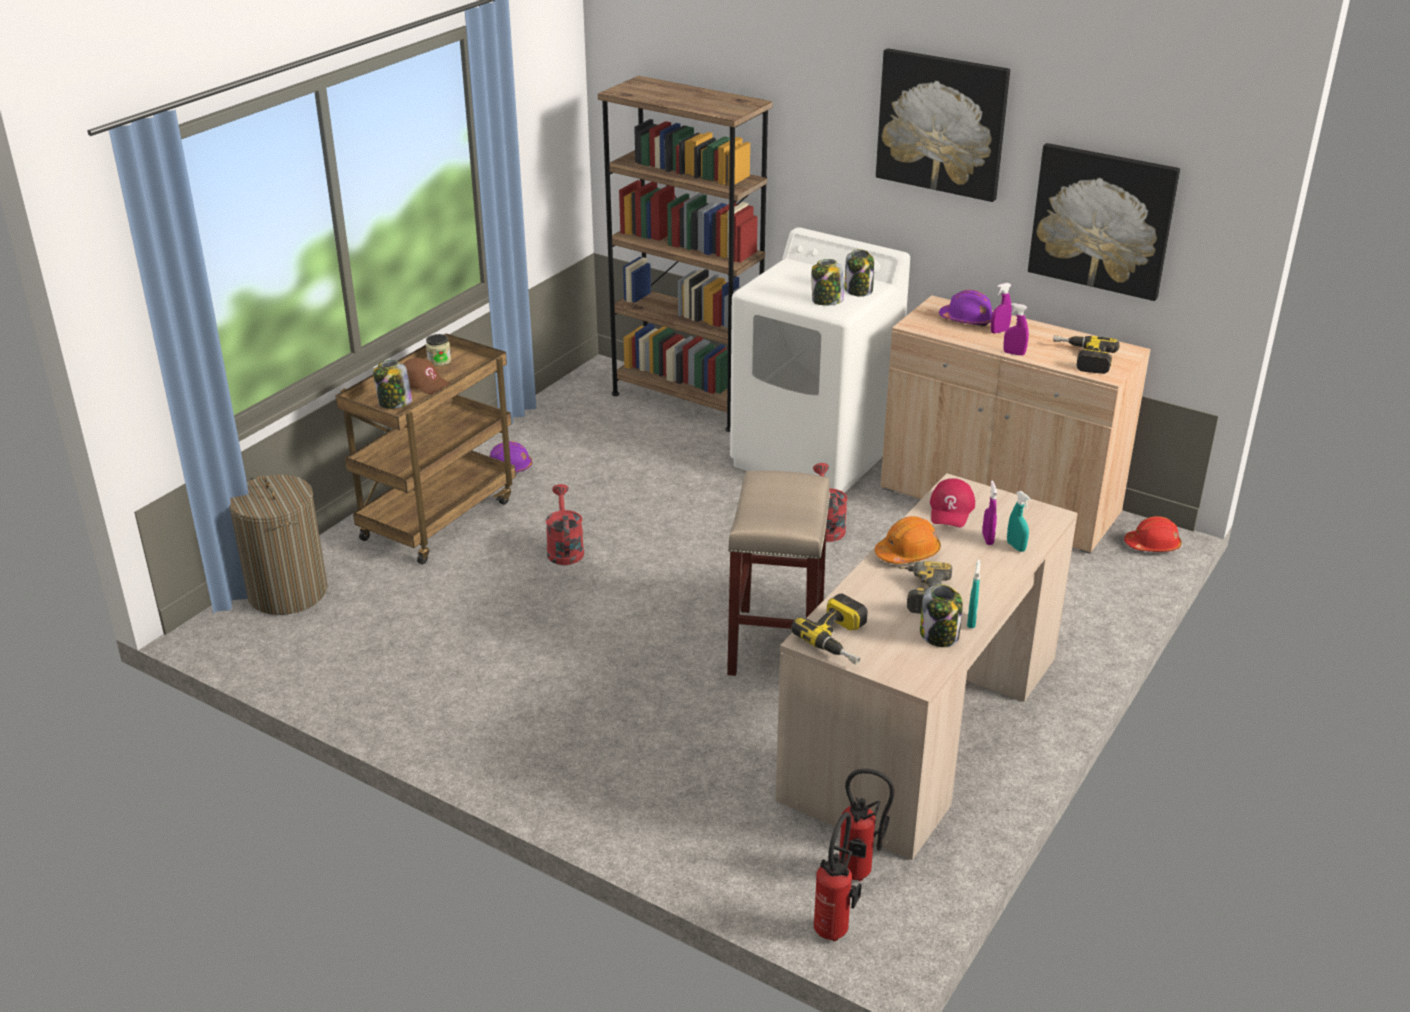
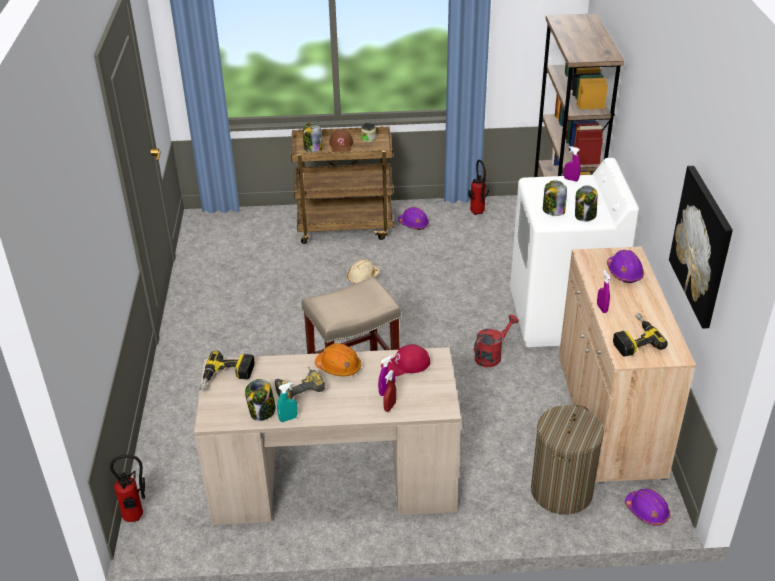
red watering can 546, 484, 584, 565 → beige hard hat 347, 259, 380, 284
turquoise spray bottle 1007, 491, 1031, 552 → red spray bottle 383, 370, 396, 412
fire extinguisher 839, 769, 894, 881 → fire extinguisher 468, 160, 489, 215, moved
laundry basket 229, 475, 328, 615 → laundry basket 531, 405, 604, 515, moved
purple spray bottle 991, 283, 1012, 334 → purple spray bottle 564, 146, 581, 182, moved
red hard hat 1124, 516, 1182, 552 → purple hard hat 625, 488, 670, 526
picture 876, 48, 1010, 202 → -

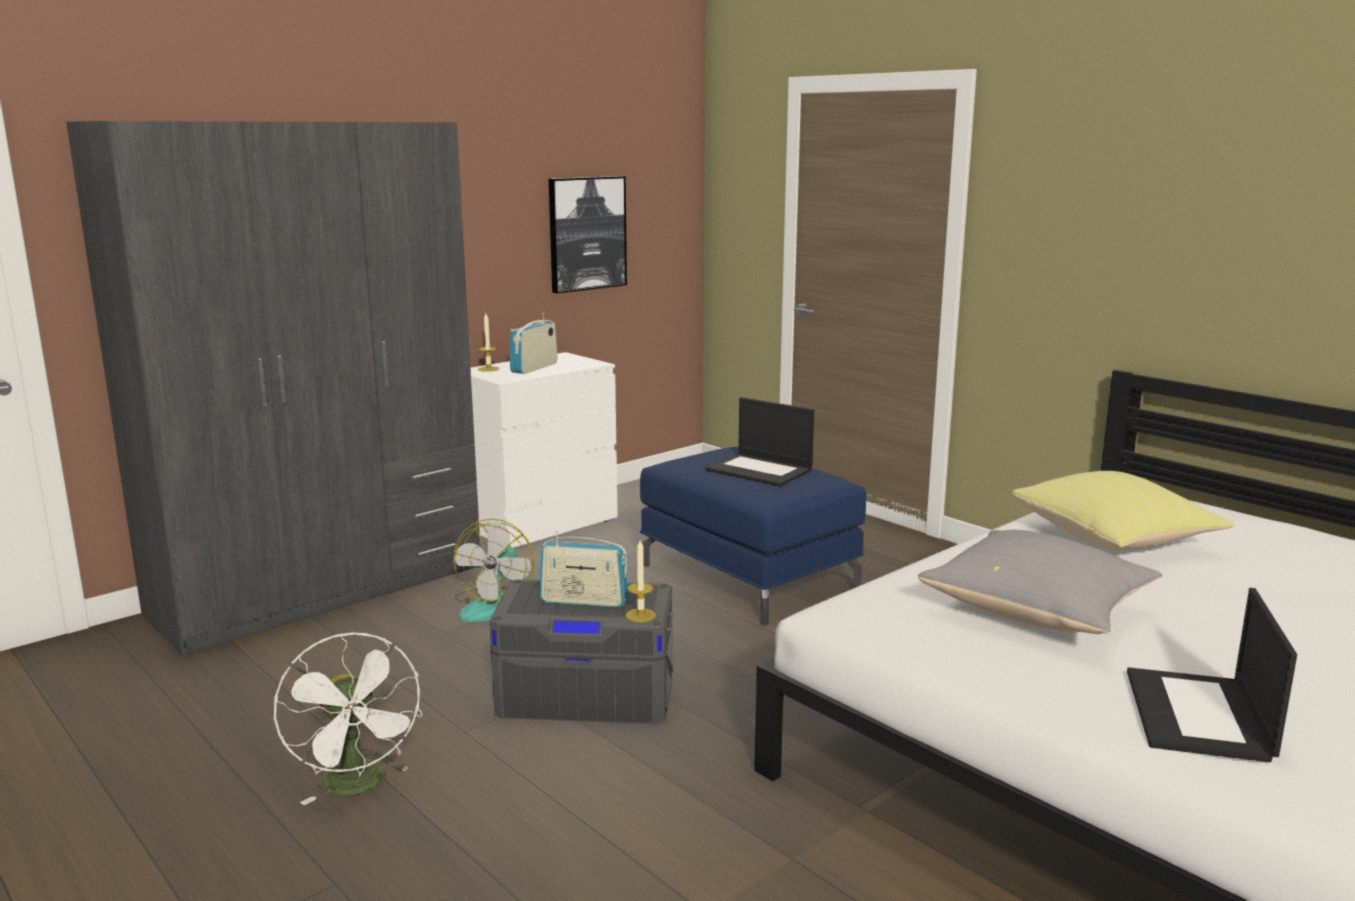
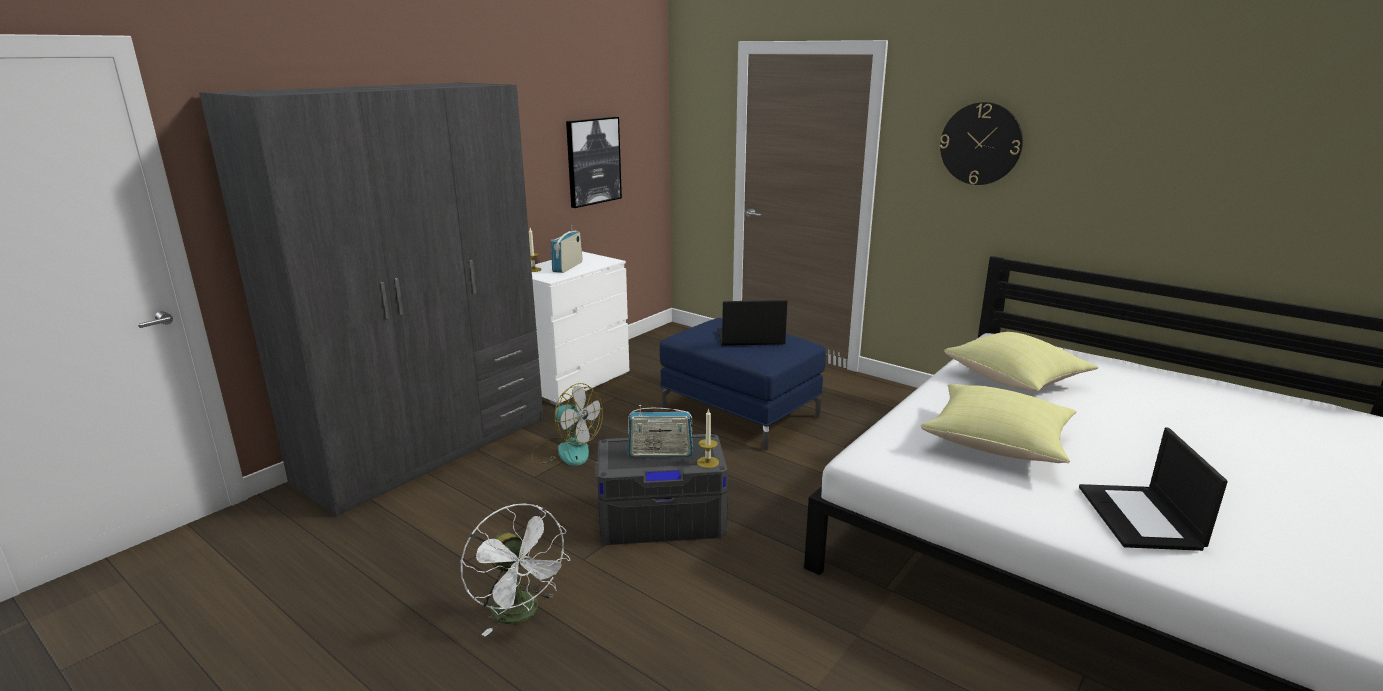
fan 453, 519, 534, 622 → fan 531, 383, 603, 466, 60 degrees counterclockwise
laptop 705, 397, 814, 487 → laptop 717, 300, 788, 346, 150 degrees clockwise
grey pillow 918, 530, 1163, 634 → yellow pillow 920, 384, 1077, 463
- → wall clock 940, 102, 1023, 185

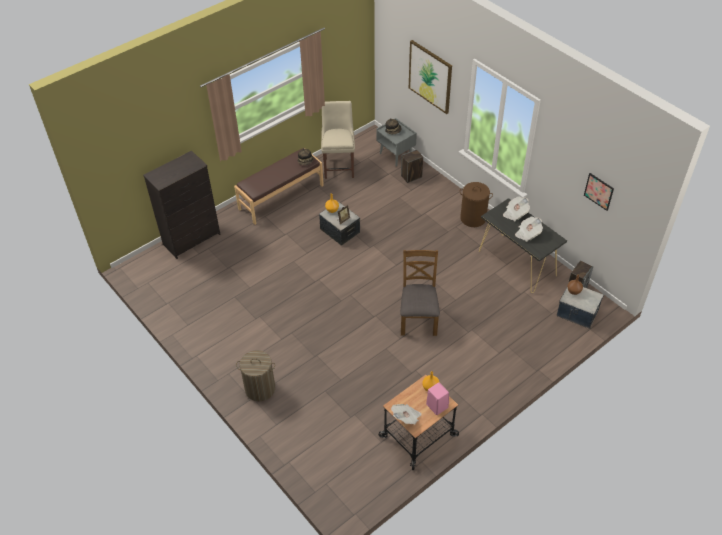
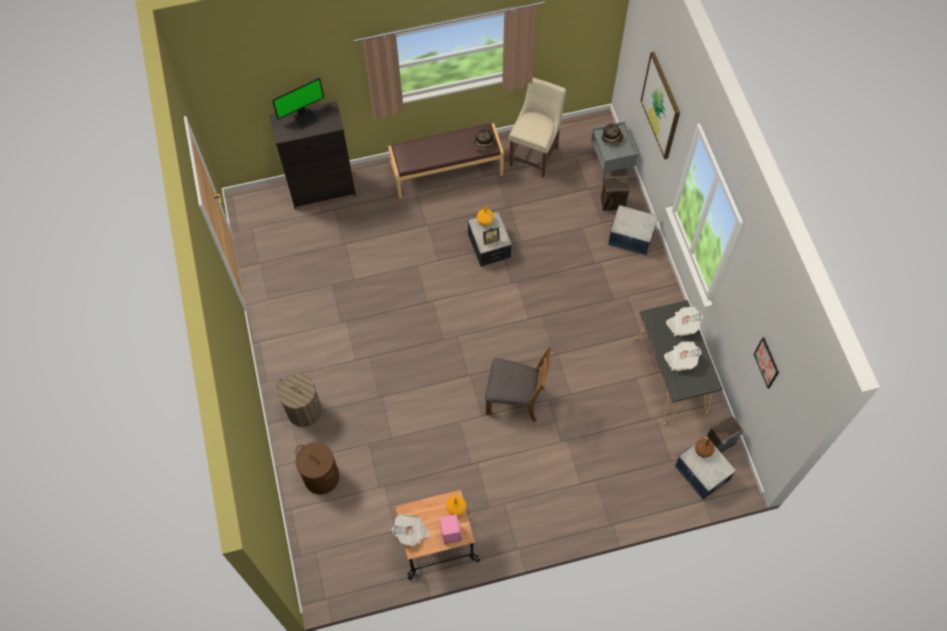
- → monitor 272, 78, 324, 129
brown laundry basket 460, 182, 493, 227 → brown laundry basket 295, 442, 340, 494, moved
brown chair 400, 250, 440, 336 → brown chair 485, 347, 552, 422, 75 degrees clockwise
- → storage box 608, 205, 658, 255

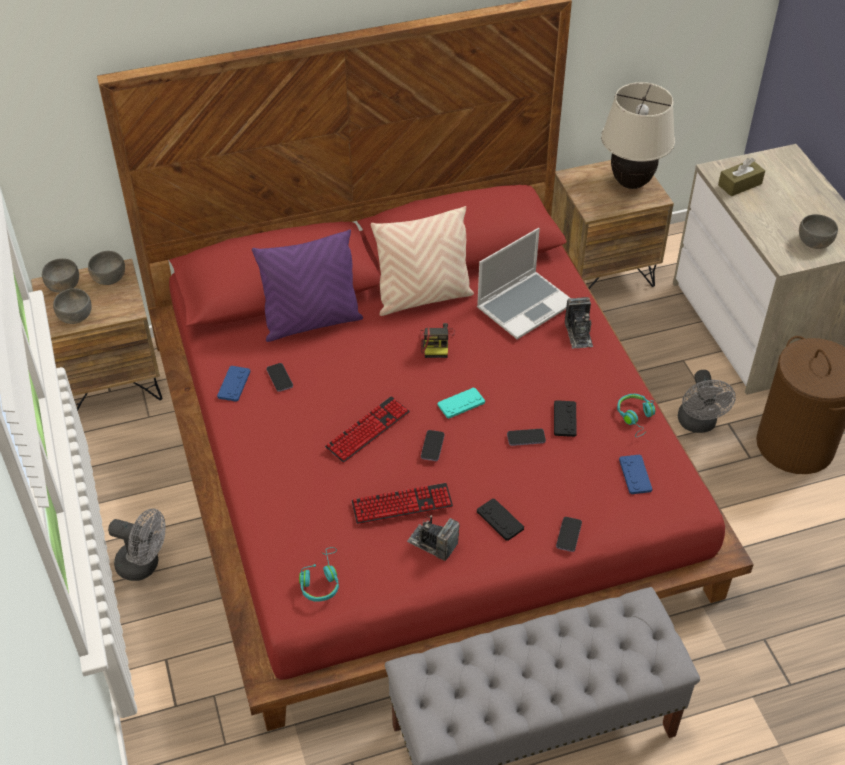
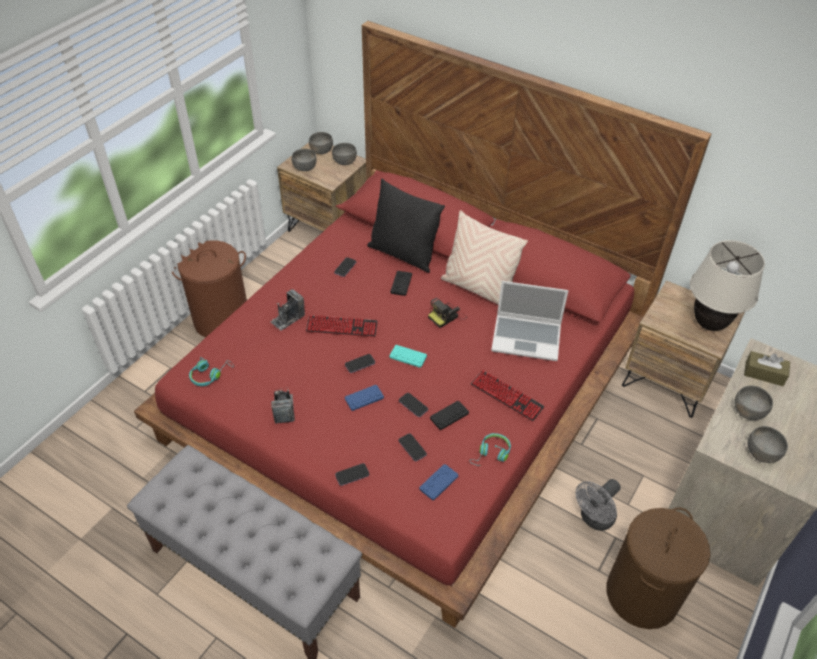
grey fan 108, 509, 165, 581 → brown laundry basket 172, 240, 247, 338
photo camera 565, 297, 593, 349 → photo camera 271, 289, 305, 330, moved
blue game controller 217, 366, 251, 402 → blue game controller 345, 385, 384, 411, moved
purple pillow 252, 229, 363, 342 → black pillow 367, 179, 445, 273
black game controller 477, 499, 524, 541 → black game controller 390, 271, 412, 296, moved
- → phone 399, 433, 427, 461
keyboard 351, 483, 453, 524 → keyboard 471, 370, 545, 422, moved
- → grey bowl 734, 385, 773, 420

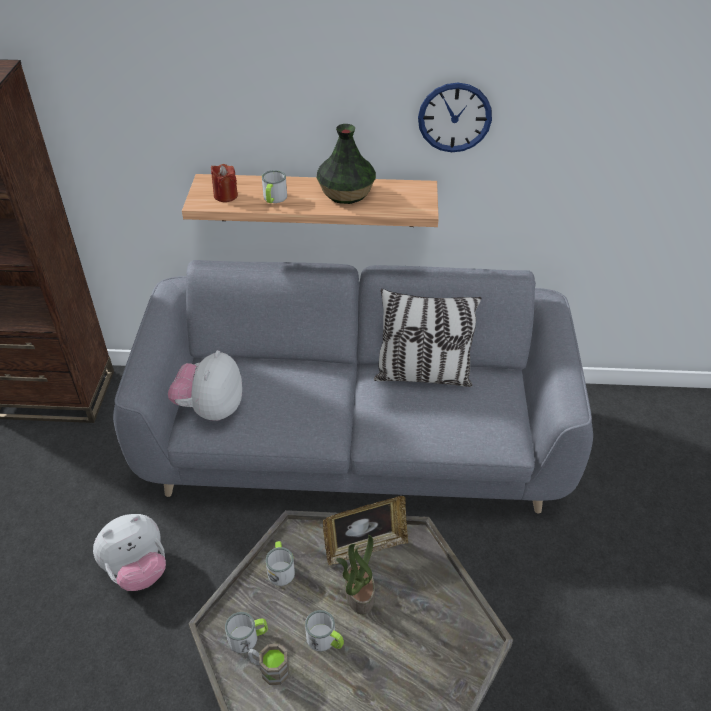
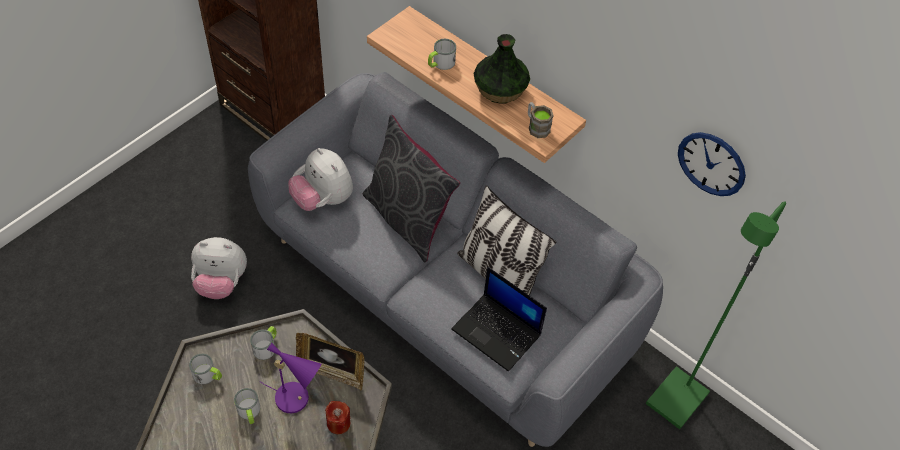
potted plant 336, 535, 375, 615 → purple table lamp 260, 343, 321, 413
plush toy 168, 350, 242, 421 → plush toy 288, 148, 353, 211, 90 degrees counterclockwise
red candle 211, 164, 238, 202 → red candle 325, 401, 350, 434, moved
- → grey pillow 363, 115, 460, 262
- → laptop 451, 267, 547, 372
brown mug 248, 644, 289, 685 → brown mug 528, 102, 554, 138, moved
- → green floor lamp 646, 201, 786, 429
wall clock 418, 83, 492, 152 → wall clock 678, 132, 746, 196, moved

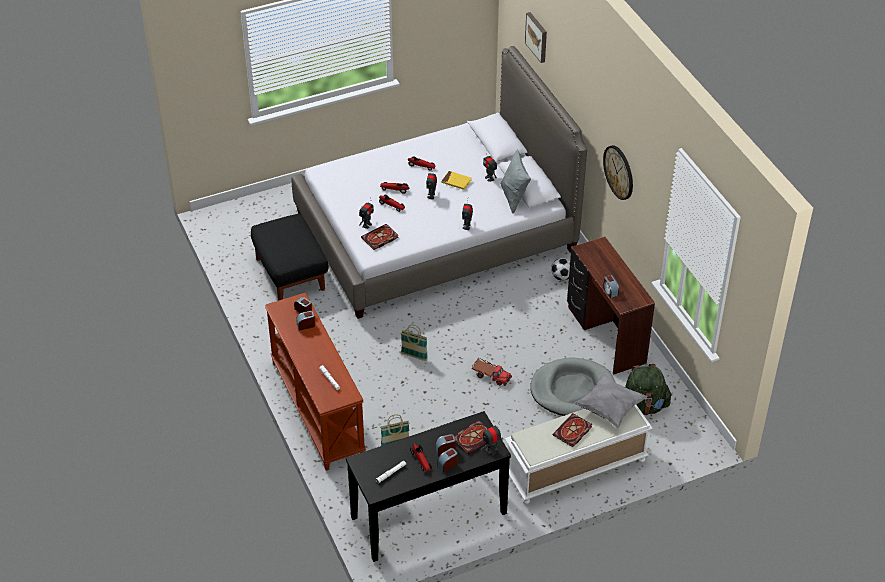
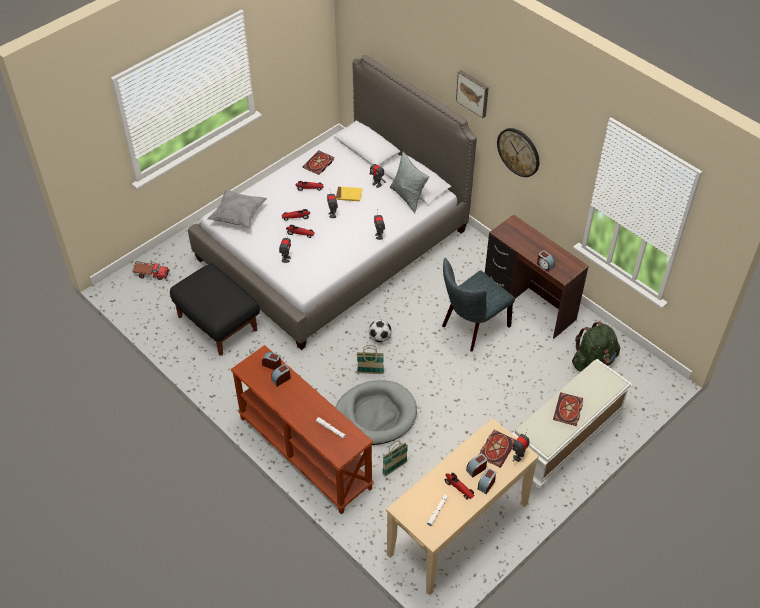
toy truck 472, 357, 512, 386 → toy truck 132, 262, 170, 280, moved
grey pillow 574, 373, 648, 429 → grey pillow 207, 189, 267, 229, moved
book 361, 224, 399, 250 → book 303, 151, 335, 175, moved
grey dog bed 530, 358, 615, 416 → grey dog bed 335, 380, 417, 445, moved
football 551, 258, 570, 281 → football 369, 320, 392, 342, moved
black console table 346, 411, 511, 562 → beige console table 386, 418, 539, 595
- → grey chair 442, 258, 515, 352
picture 525, 12, 547, 63 → picture 456, 70, 489, 118, moved

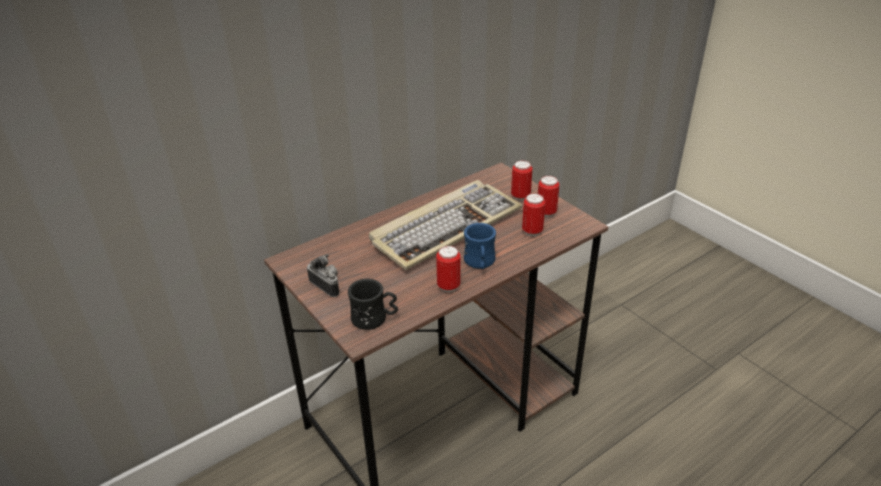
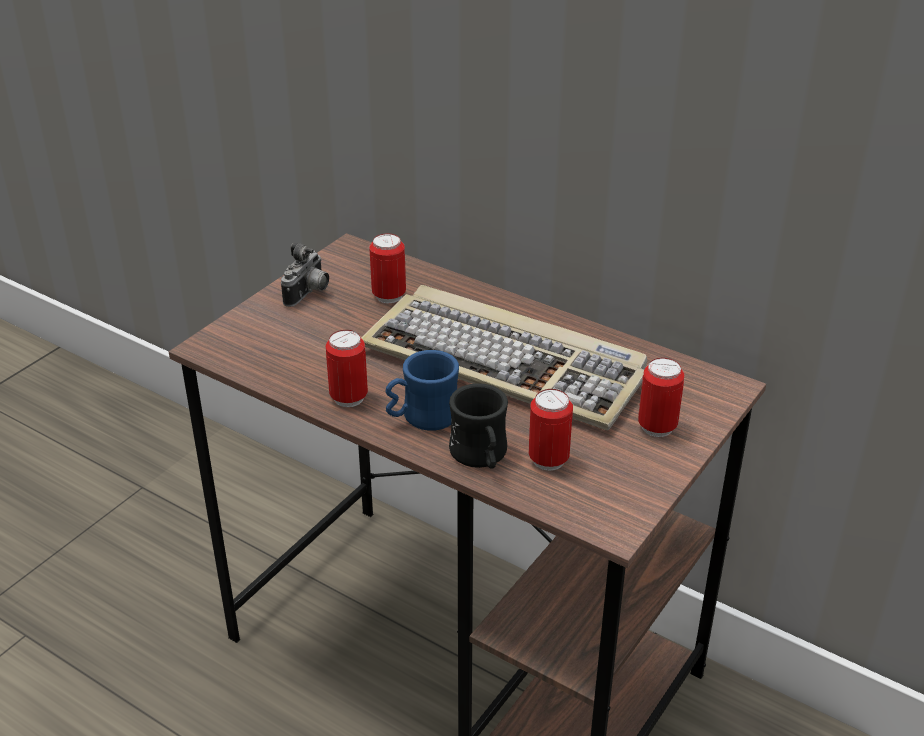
can 538, 176, 559, 217 → can 369, 233, 406, 303, moved
black mug 348, 279, 398, 330 → black mug 449, 383, 508, 469, moved

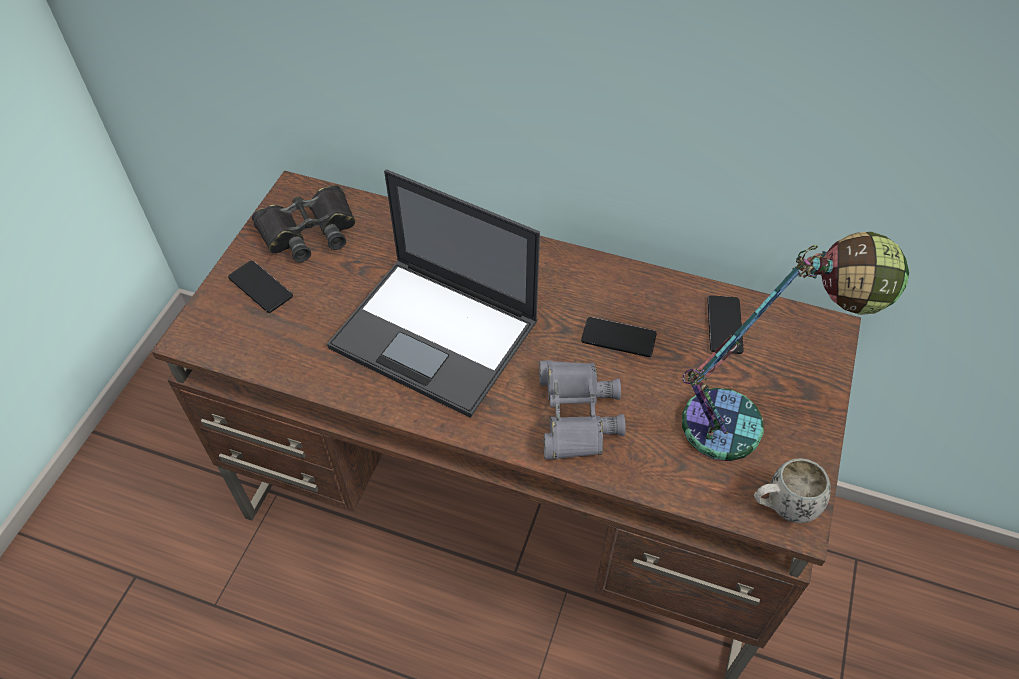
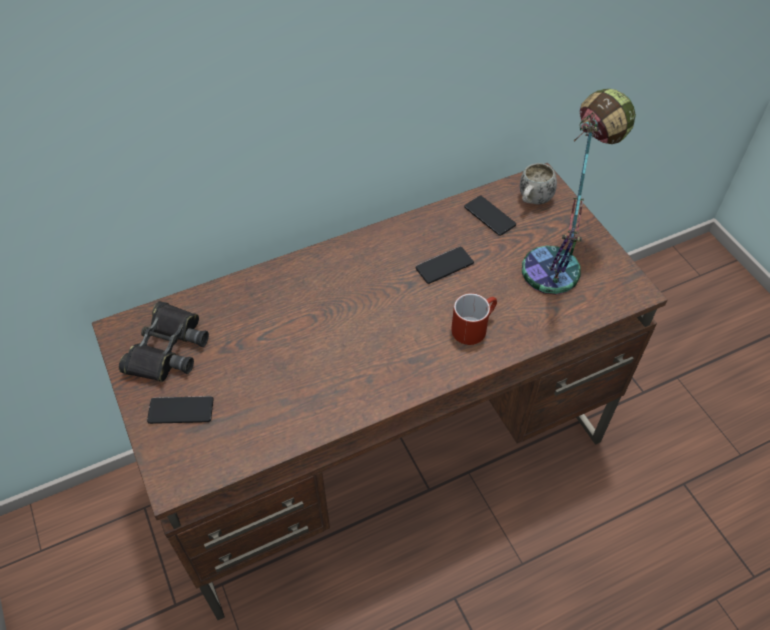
grey binoculars 539, 360, 626, 460 → red mug 451, 293, 497, 345
white mug 754, 458, 831, 523 → white mug 520, 163, 557, 204, moved
laptop 327, 170, 540, 418 → -

